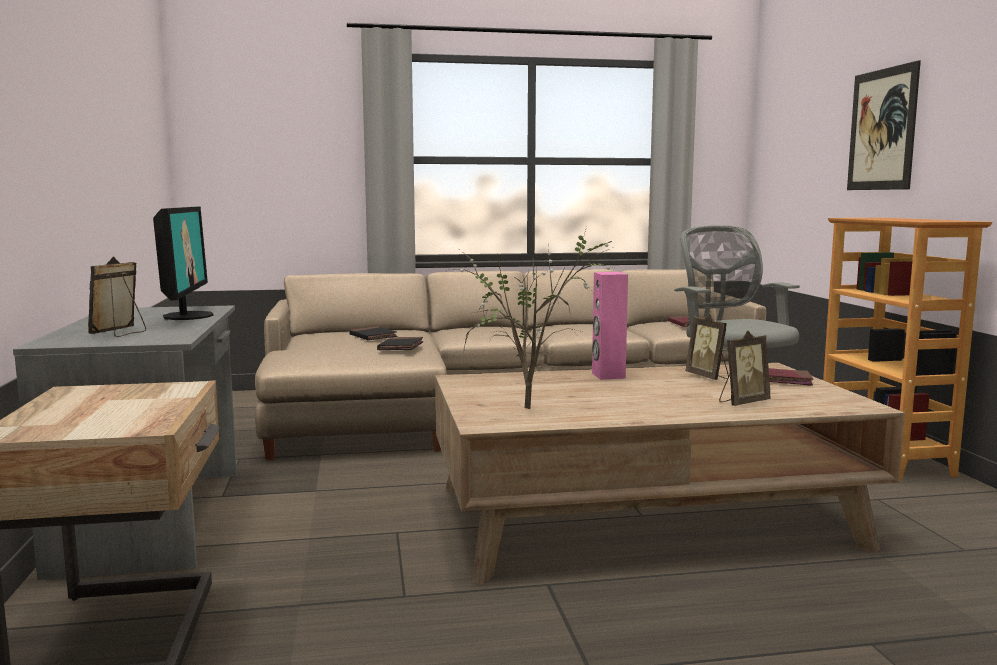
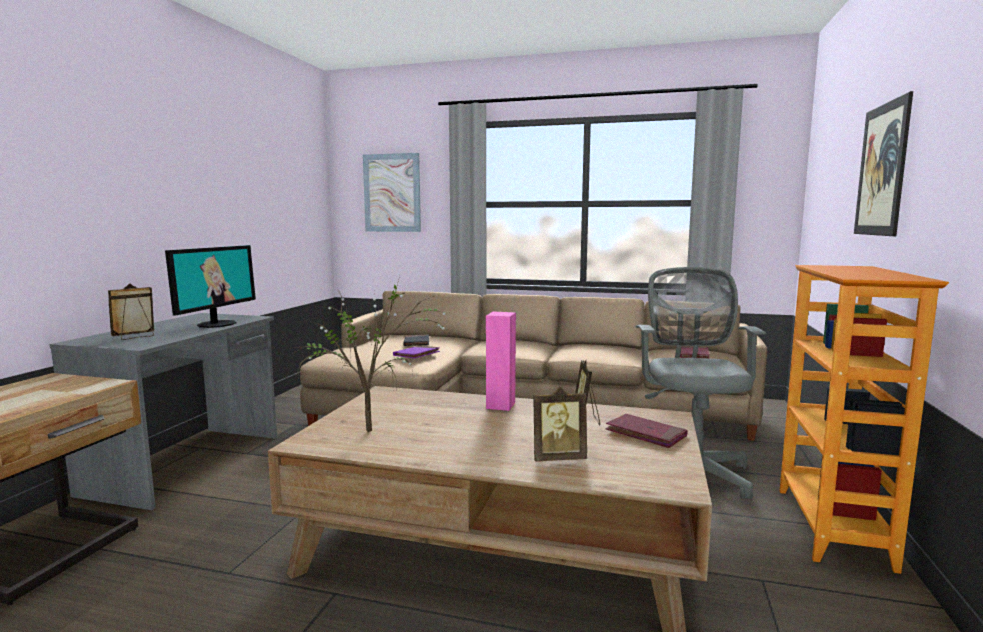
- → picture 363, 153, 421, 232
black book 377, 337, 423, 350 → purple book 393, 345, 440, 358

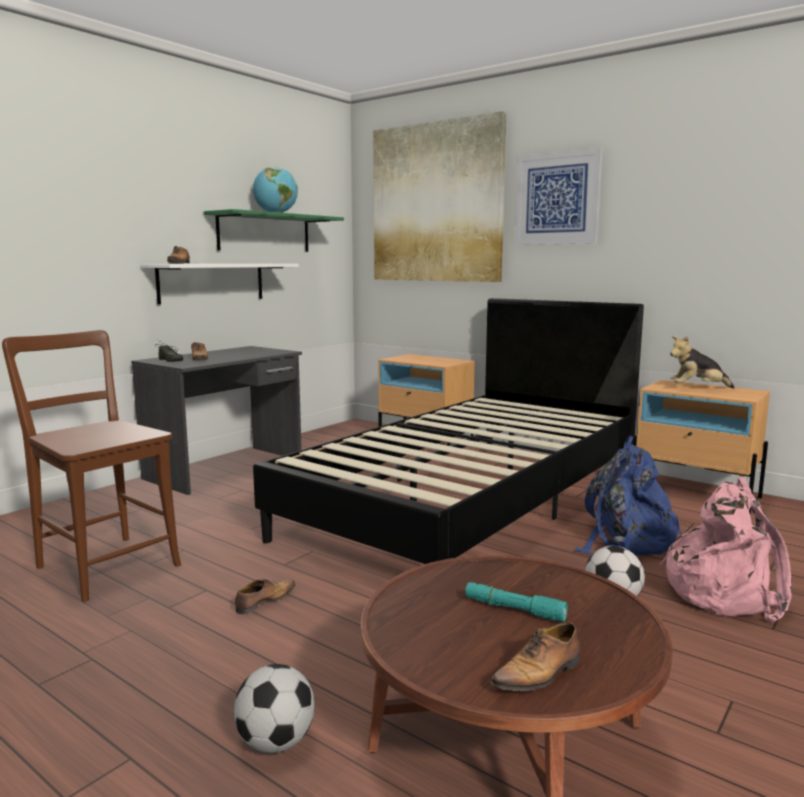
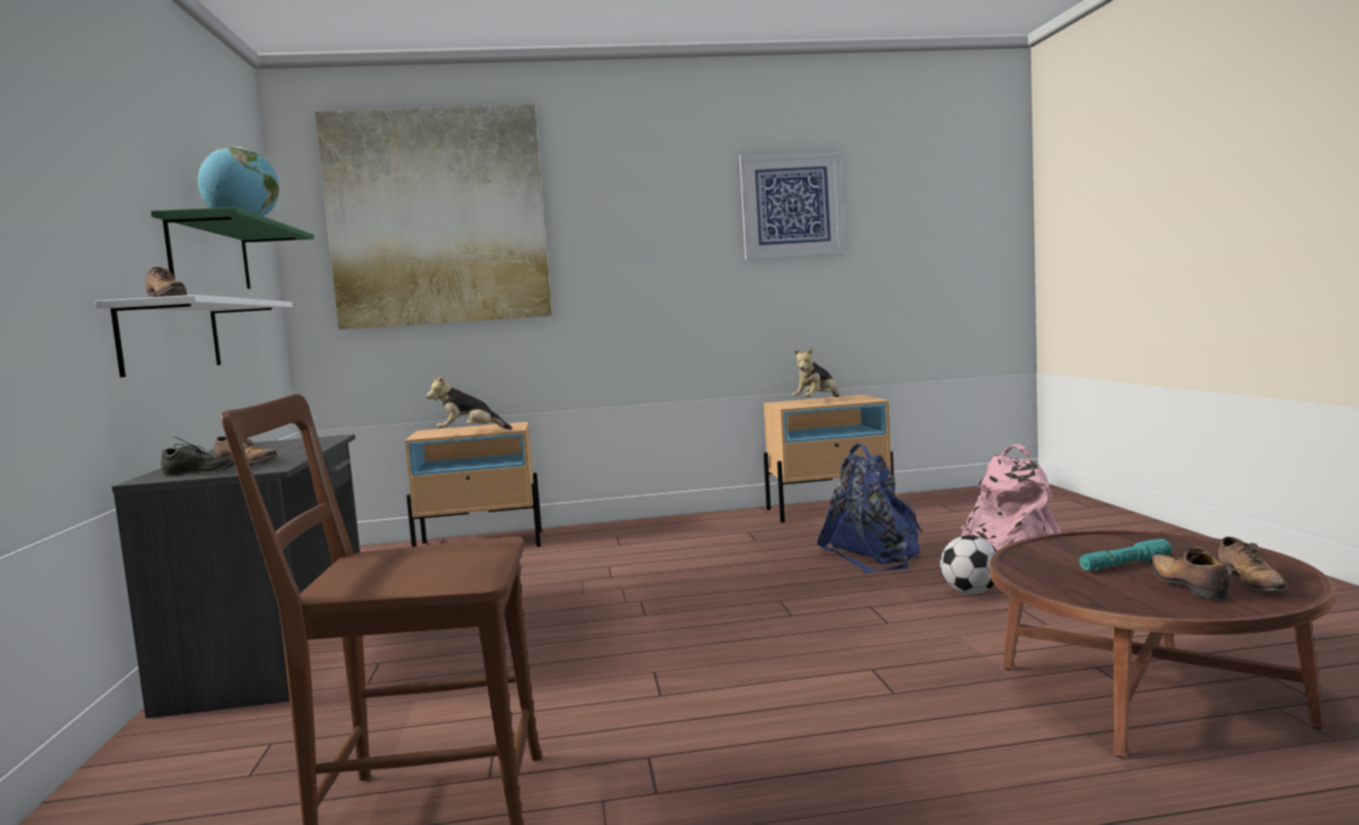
- → plush toy 427, 375, 512, 429
picture 514, 148, 602, 245 → picture 739, 151, 845, 260, moved
shoe 235, 579, 296, 614 → shoe 1150, 547, 1230, 600, moved
football 234, 664, 315, 753 → -
black bed 253, 298, 644, 564 → -

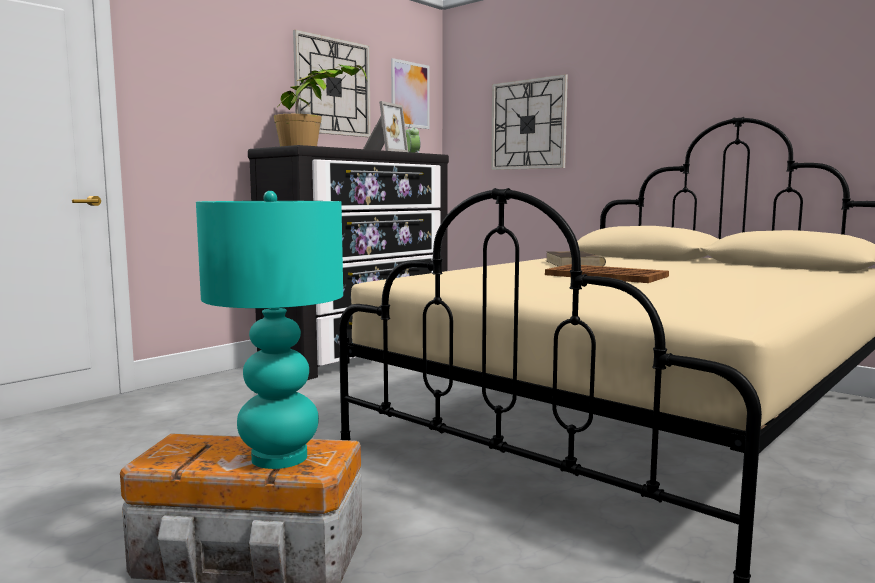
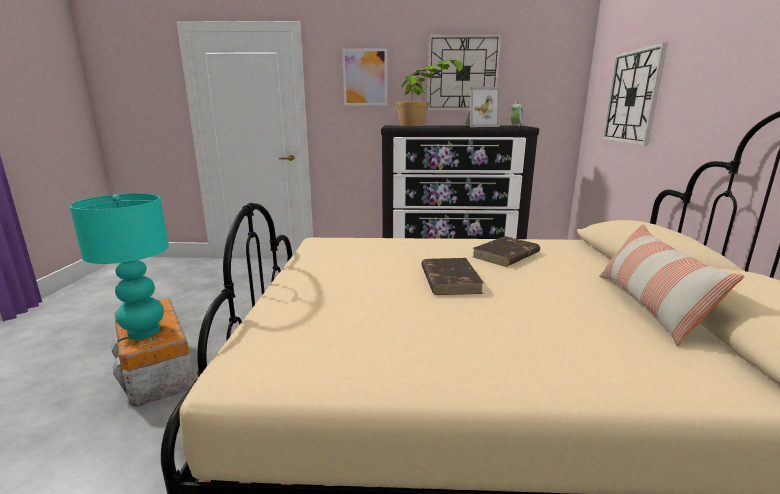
picture 391, 58, 430, 129 → picture 342, 49, 387, 105, moved
brown tray 545, 264, 669, 283 → brown book 421, 258, 484, 295
- → pillow 599, 224, 744, 346

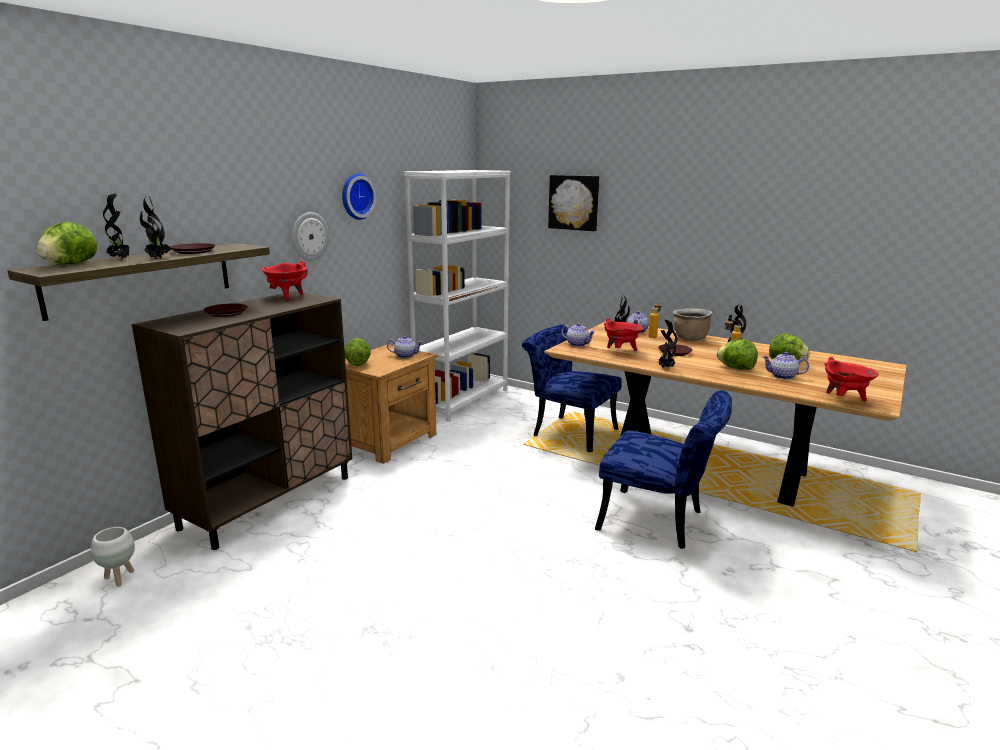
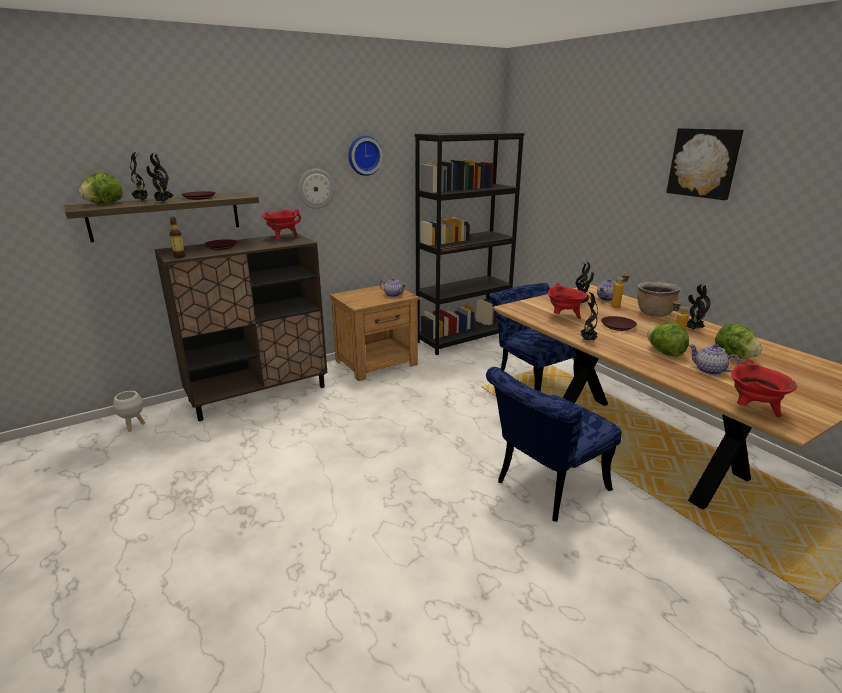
- → bottle 170, 217, 186, 258
white bookcase 404, 170, 511, 422 → black bookcase 415, 132, 524, 355
blue chair 595, 390, 732, 549 → blue chair 486, 367, 622, 522, 90 degrees clockwise
picture 548, 175, 599, 231 → picture 666, 128, 744, 200, moved
lettuce 344, 338, 371, 366 → -
teapot 561, 323, 595, 347 → -

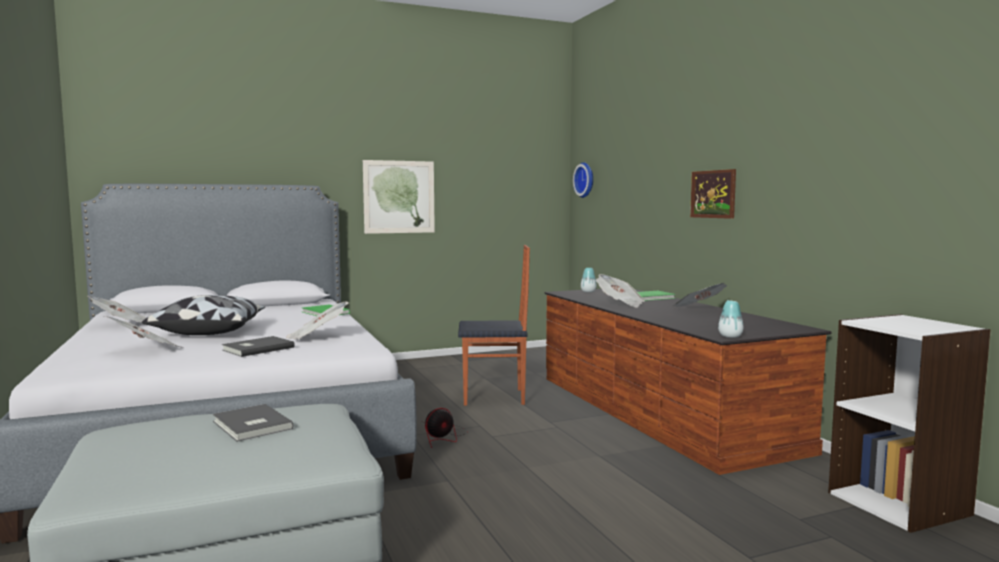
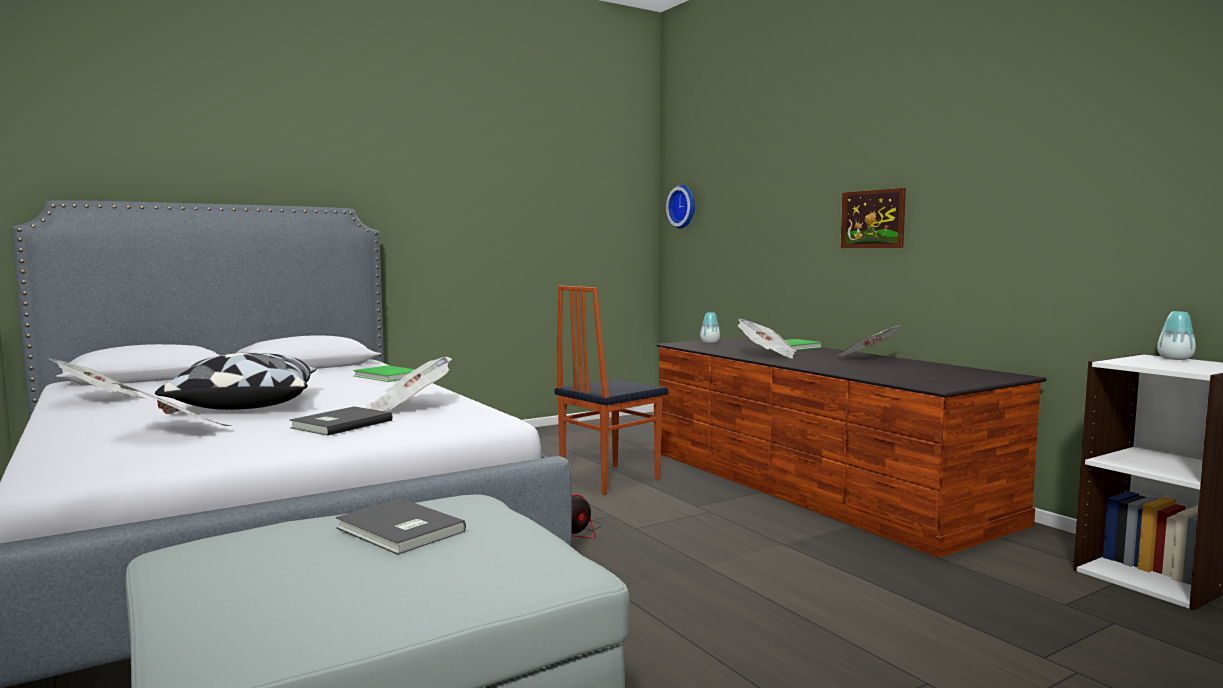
chair 458, 245, 530, 406 → chair 554, 286, 669, 495, 150 degrees clockwise
vase 718, 300, 743, 338 → vase 1157, 311, 1196, 360, moved
picture 363, 160, 435, 234 → -

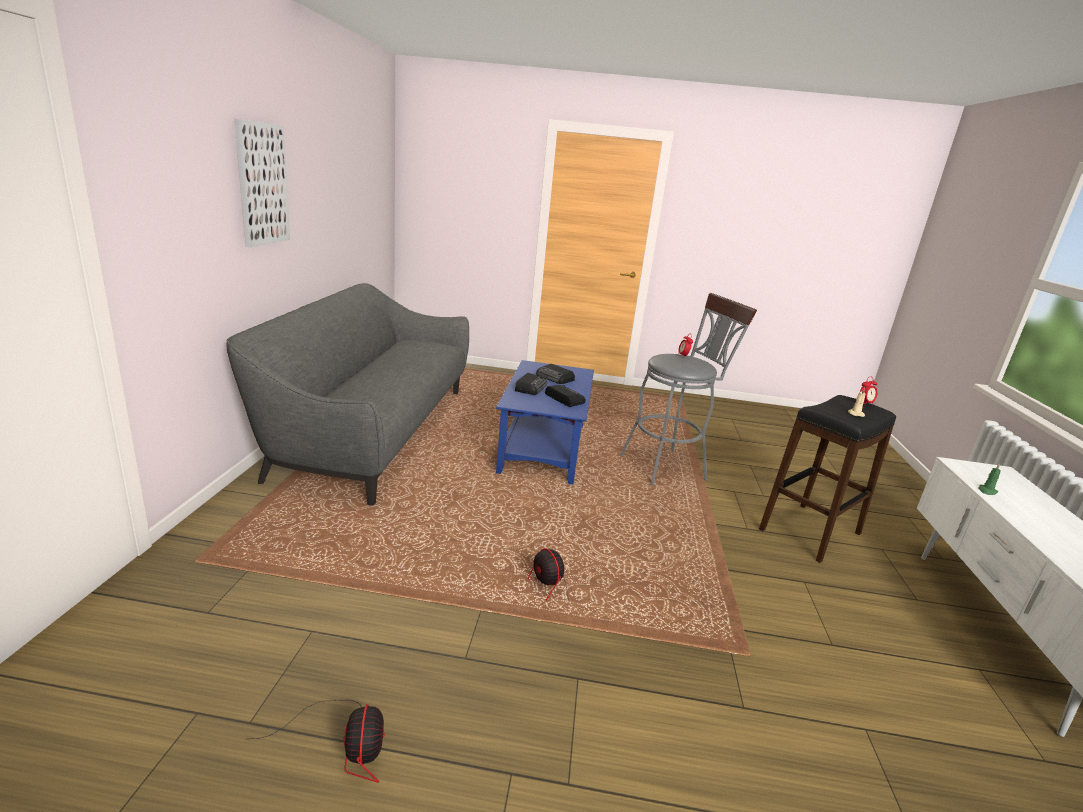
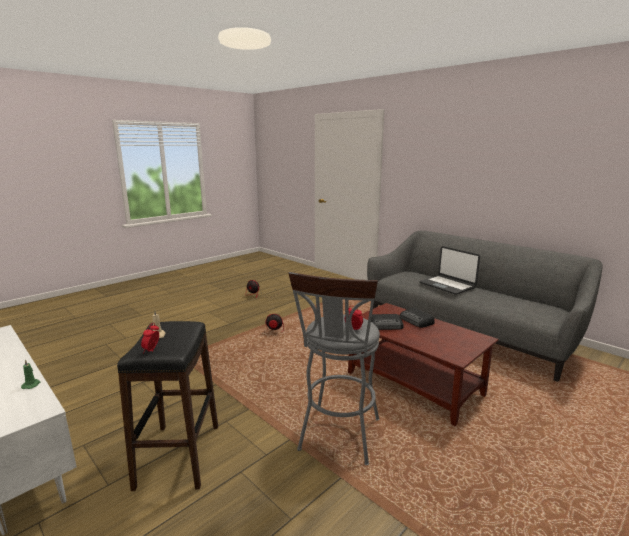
blue coffee table 496, 360, 594, 485 → brown coffee table 348, 303, 499, 426
- → laptop 419, 246, 480, 295
picture 234, 119, 290, 247 → -
radio 536, 364, 575, 384 → -

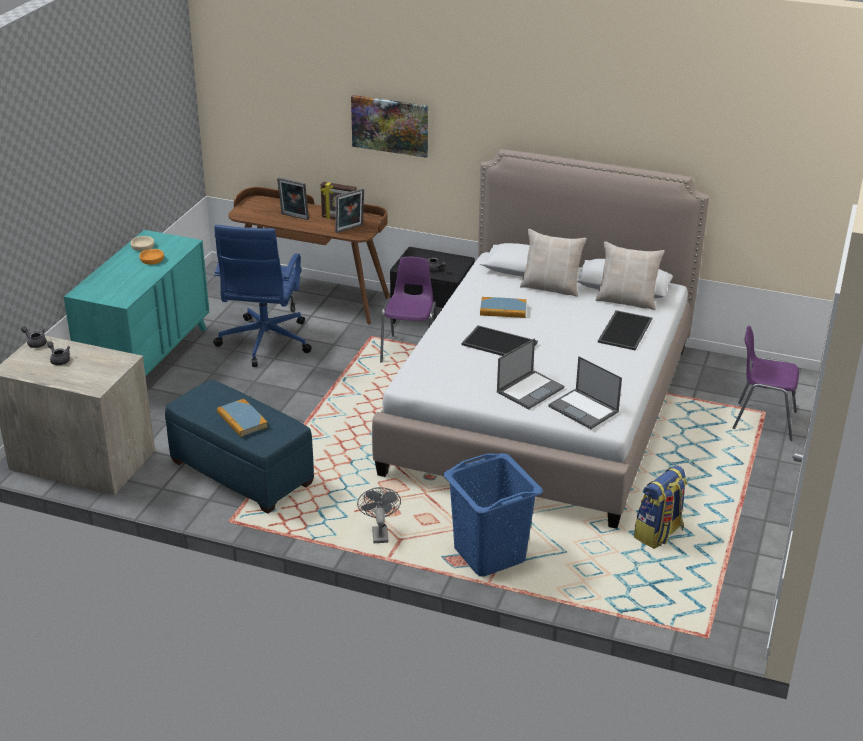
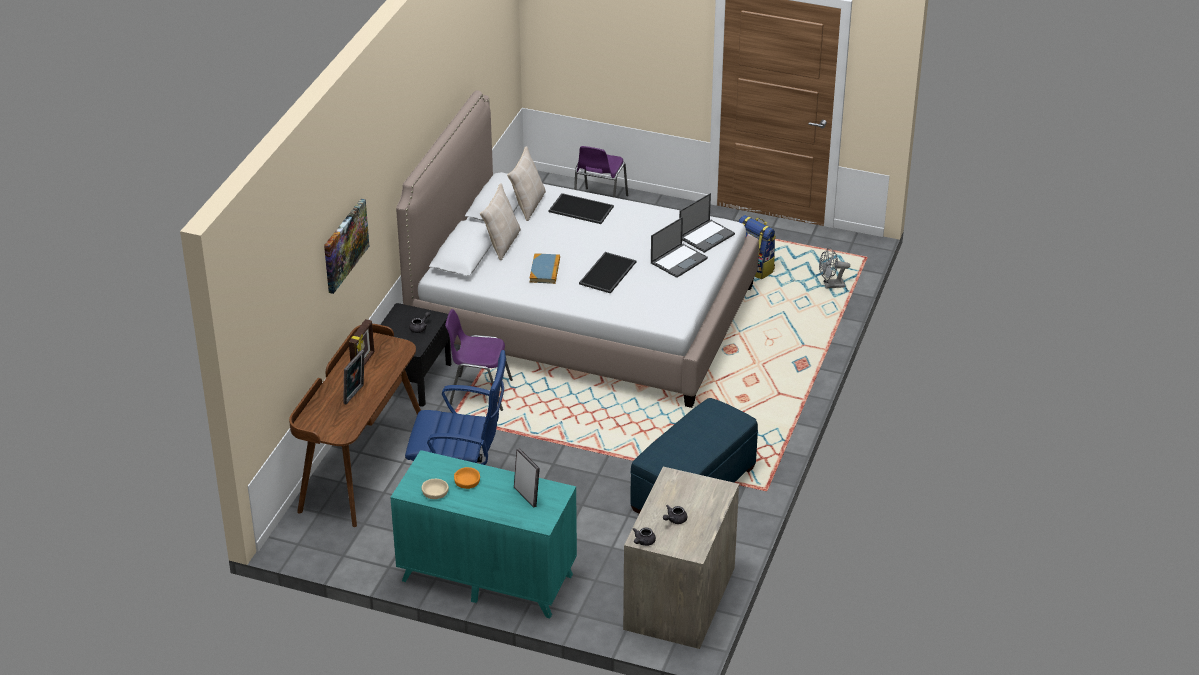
picture frame 335, 188, 364, 233 → picture frame 514, 448, 540, 507, moved
laptop 497, 338, 564, 409 → laptop 651, 217, 708, 278, 90 degrees clockwise
grey fan 357, 487, 401, 543 → grey fan 819, 247, 850, 288, moved
book 217, 399, 268, 437 → -
blue laundry basket 443, 453, 543, 576 → -

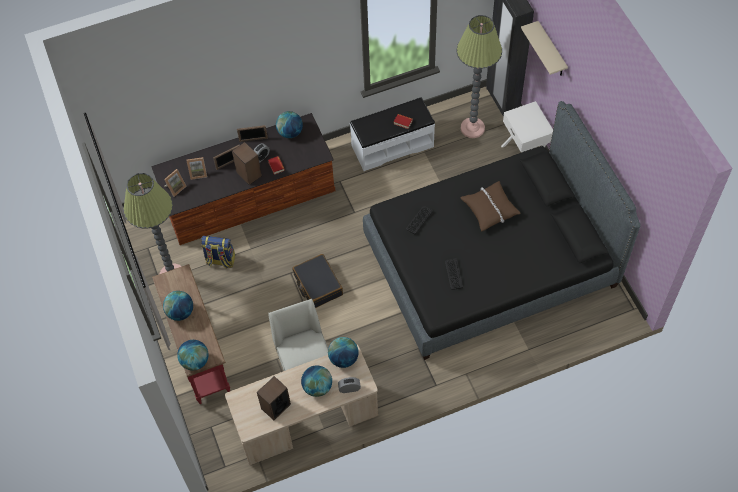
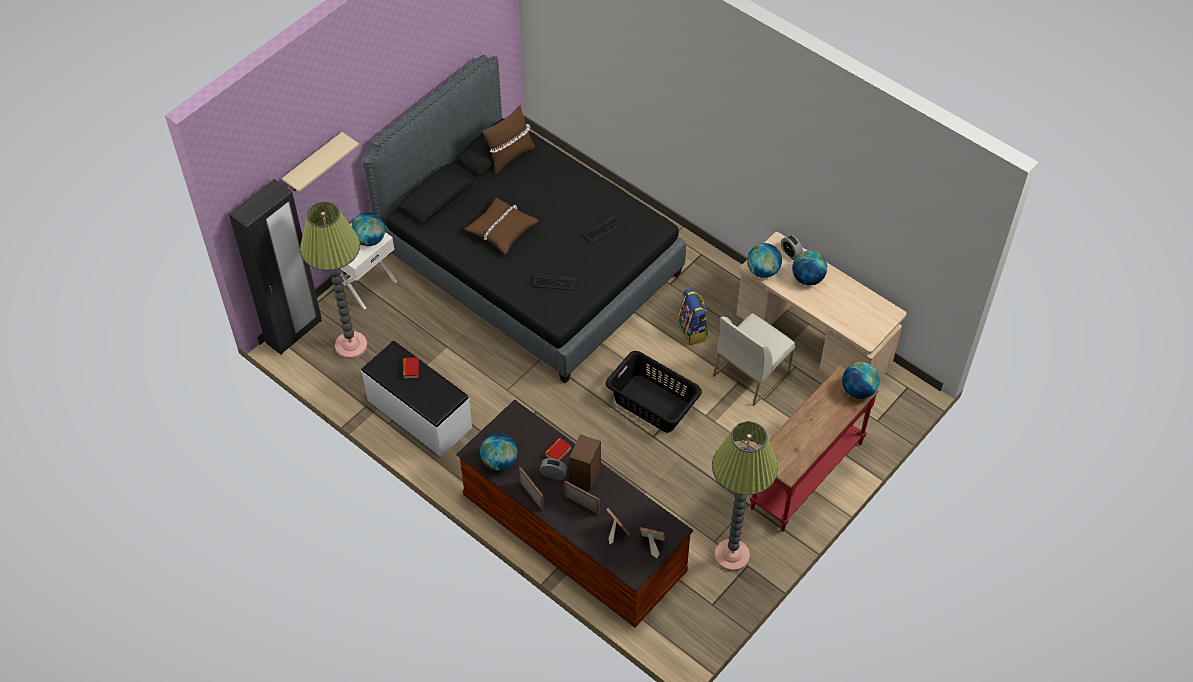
globe 163, 291, 193, 321 → globe 351, 212, 385, 246, moved
- → brown pillow 482, 105, 535, 174
black suitcase 292, 254, 343, 308 → black laundry basket 606, 351, 702, 433
backpack 201, 236, 235, 269 → backpack 678, 288, 708, 345, moved
speaker 257, 376, 291, 420 → -

